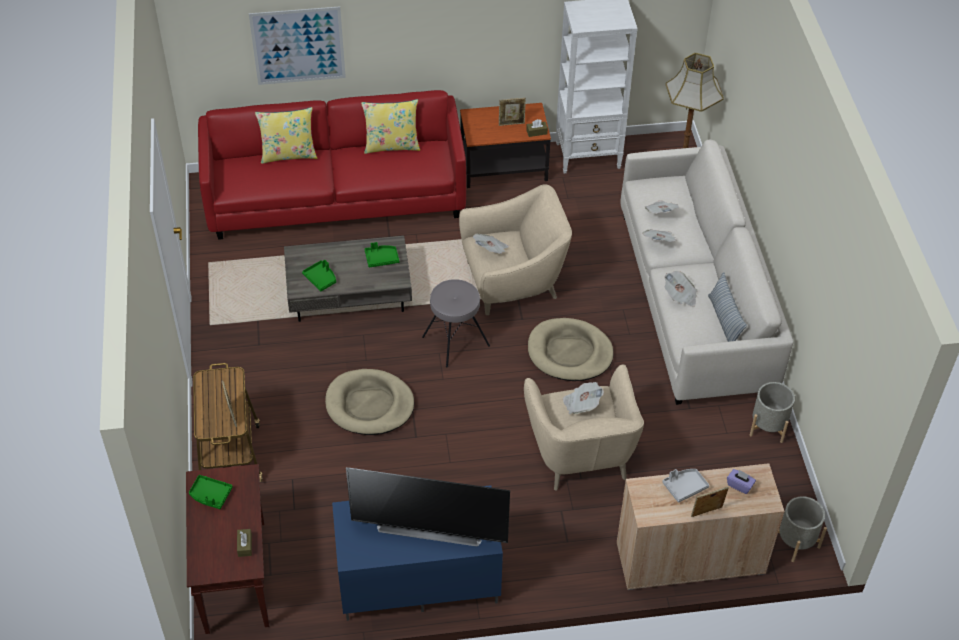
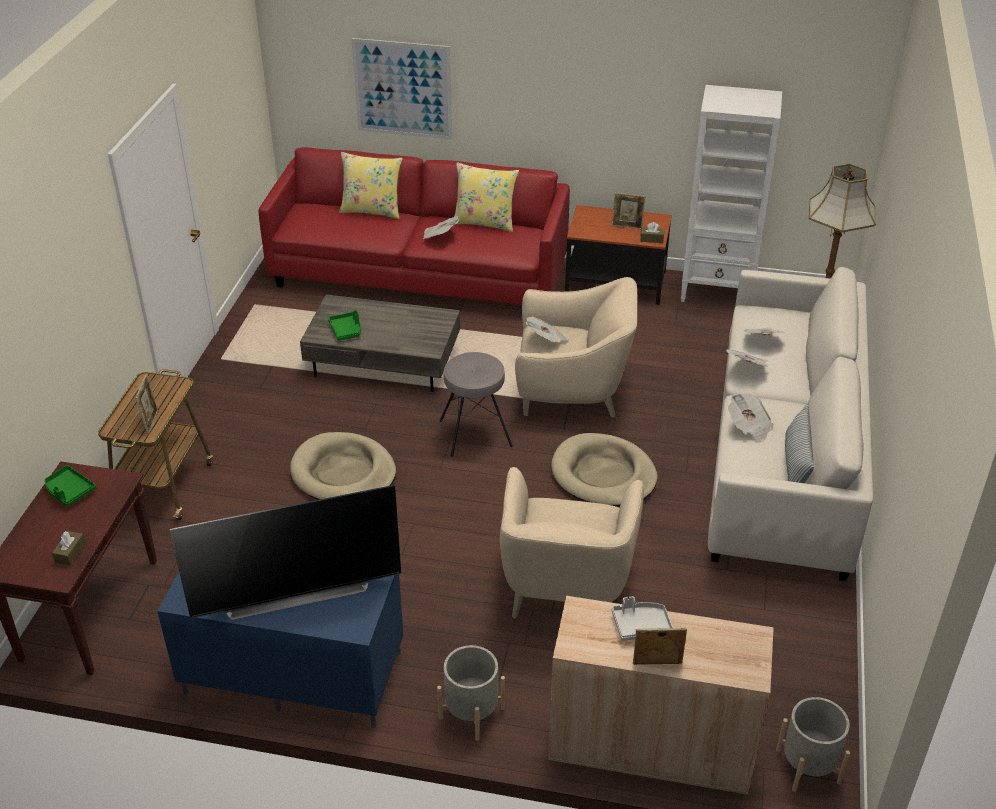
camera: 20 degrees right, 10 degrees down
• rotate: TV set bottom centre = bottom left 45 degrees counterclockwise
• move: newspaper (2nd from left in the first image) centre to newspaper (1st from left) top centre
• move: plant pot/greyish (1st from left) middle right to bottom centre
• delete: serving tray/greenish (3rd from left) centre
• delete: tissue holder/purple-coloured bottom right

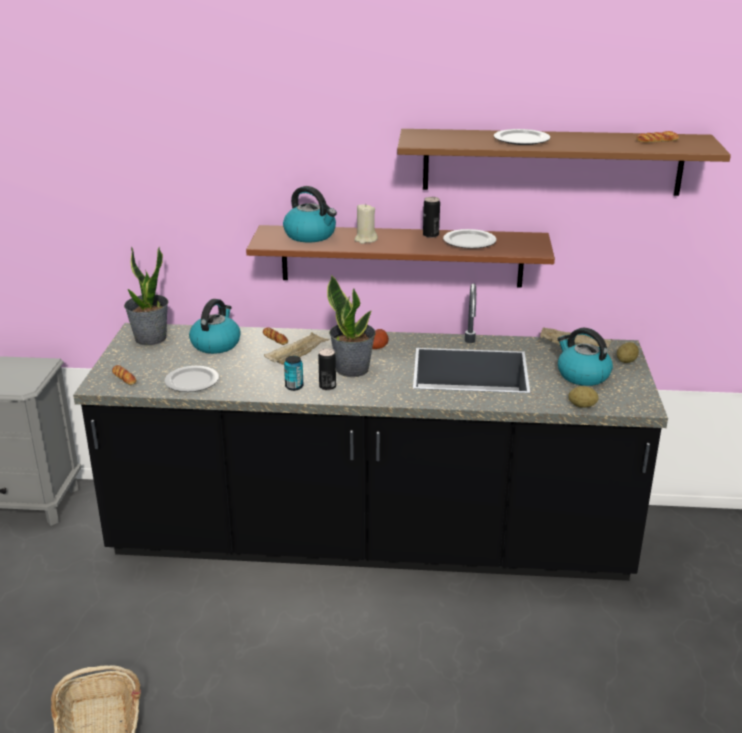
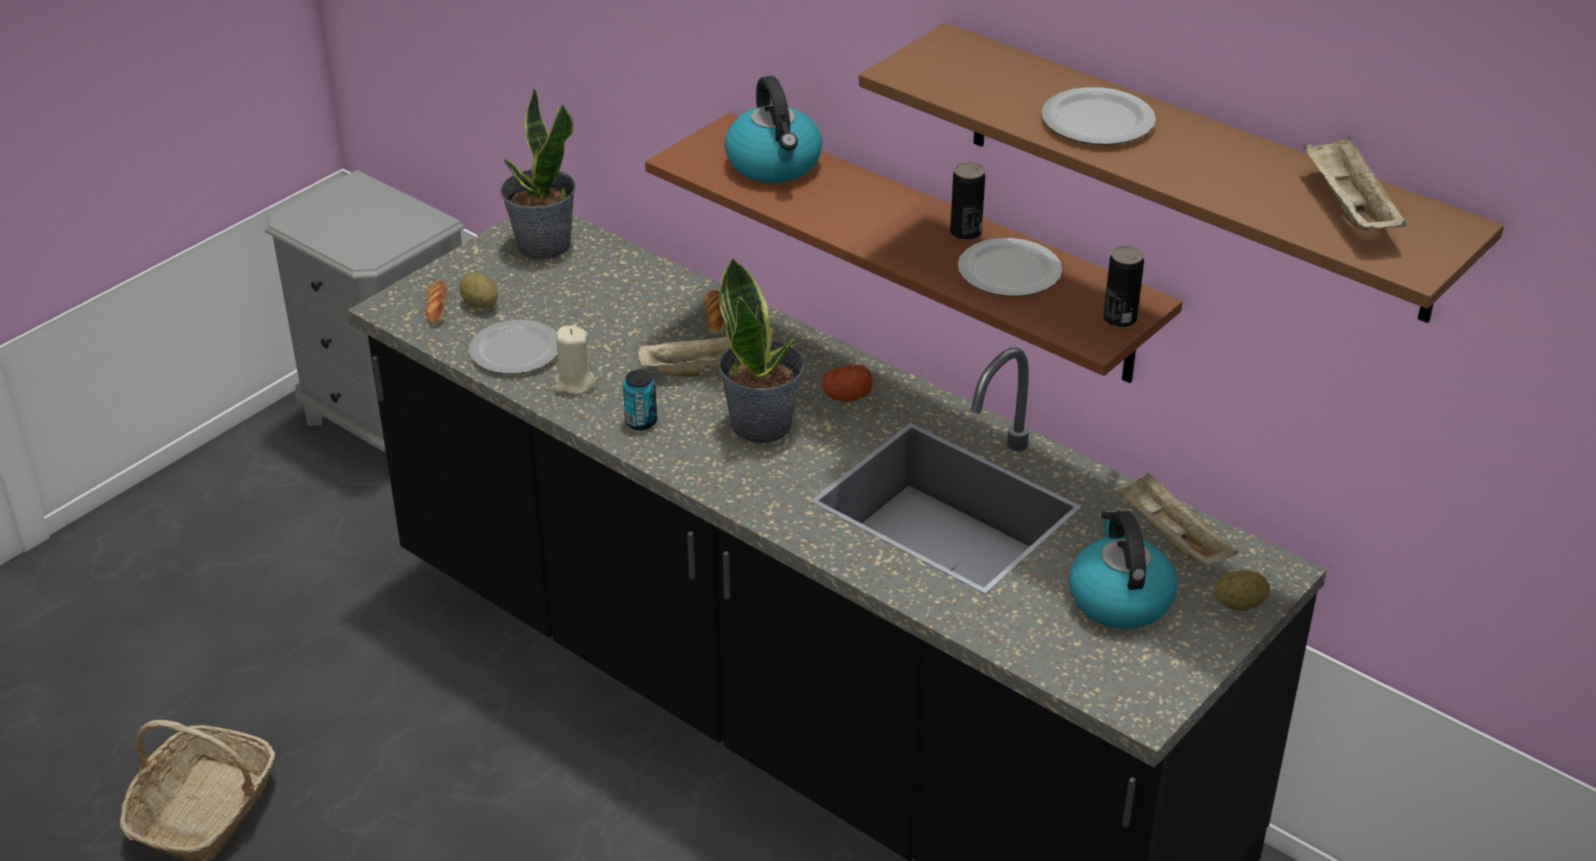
camera: 35 degrees right, 10 degrees up
• move: spud (2nd from left in the first image) middle right to spud (1st from left) middle left
• move: wax light/sand-coloured top centre to centre
• move: metal can (2nd from left in the first image) centre to metal can (3rd from left) top right
• replace: bakery bread (3rd from left) top right to serving tray/sand-coloured (3rd from left) top right
• delete: water kettle (1st from left) middle left

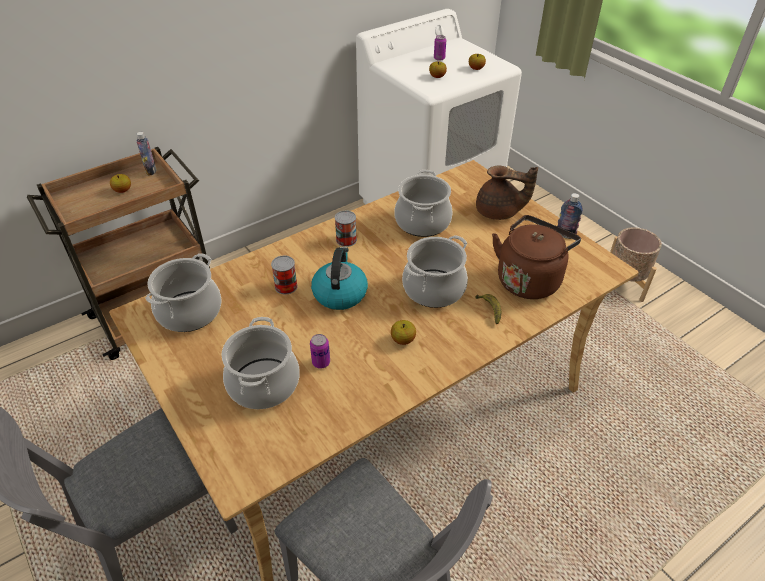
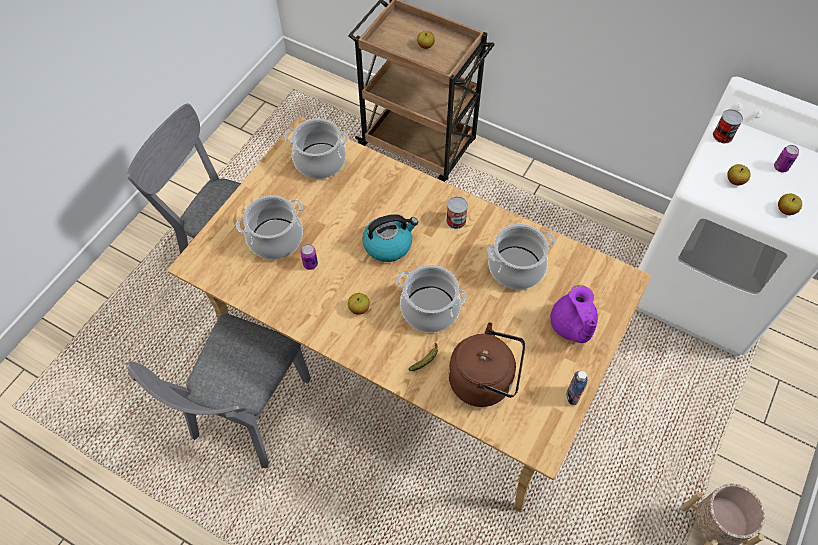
camera: 65 degrees right, 15 degrees up
• recolor: tea pot/brown top centre to tea pot/purple-coloured middle right
• move: metal can (1st from left in the first image) centre to metal can (3rd from left) top right
• delete: beverage bottle (1st from left) top left

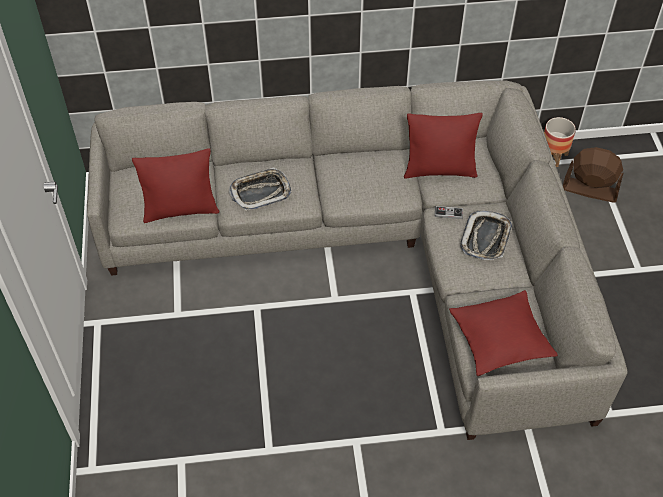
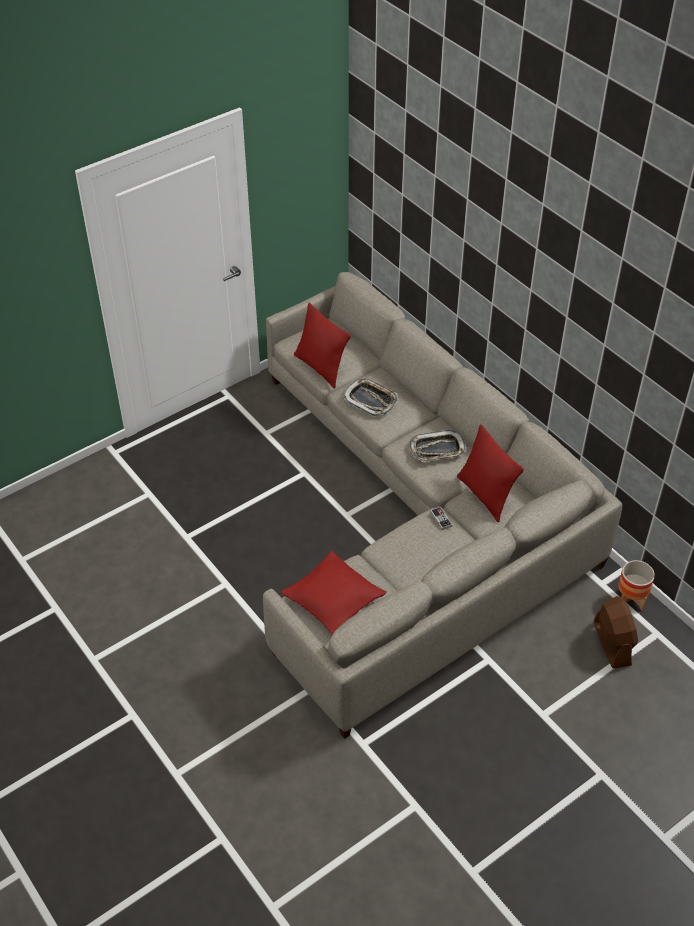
camera: 60 degrees right, 5 degrees down
• move: serving tray (2nd from left) middle right to centre

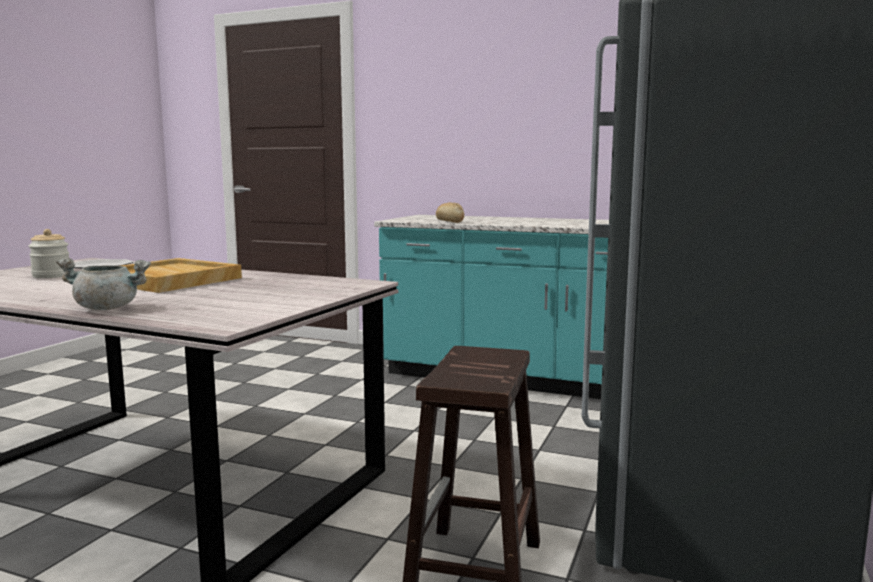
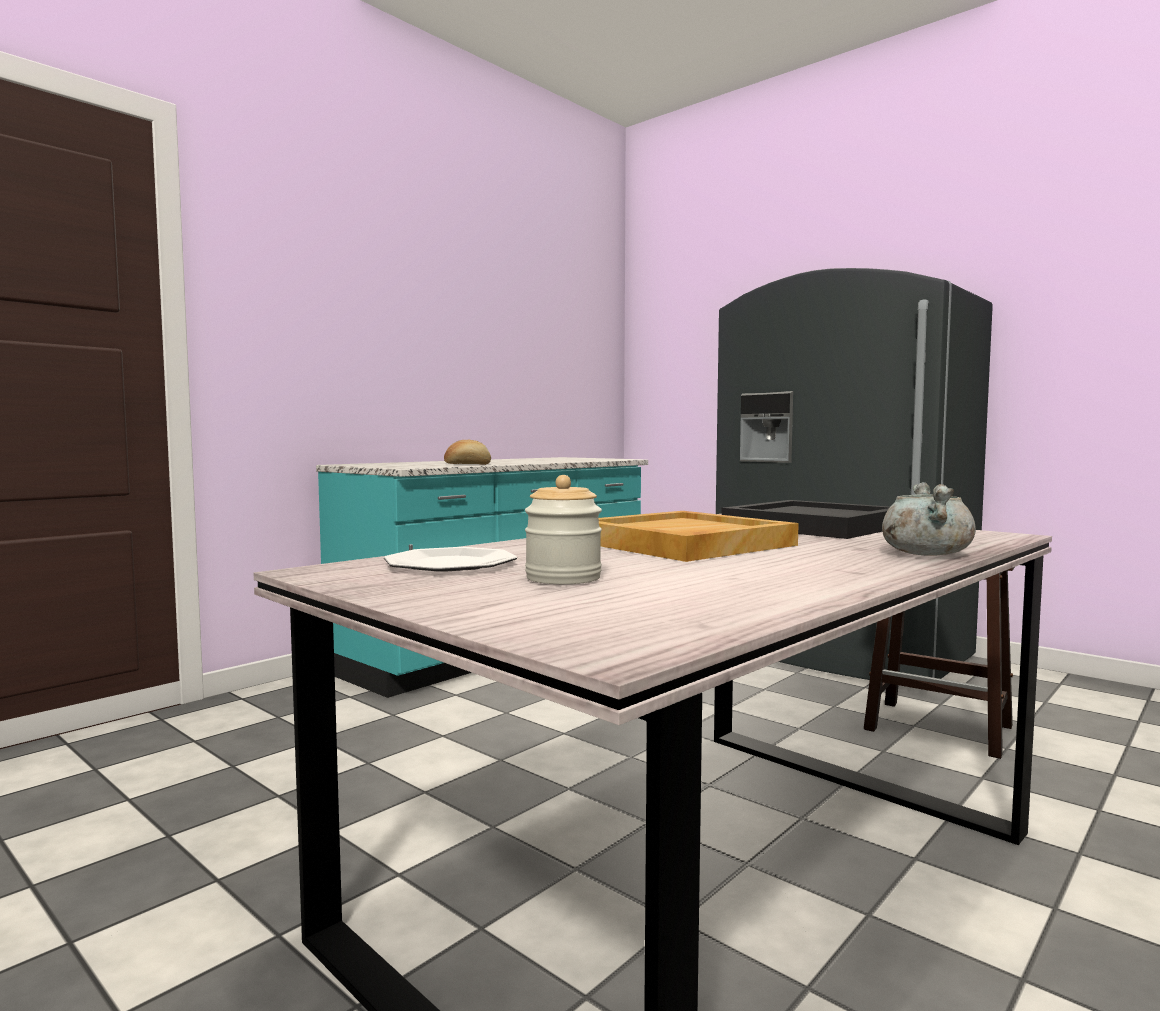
camera: 70 degrees left, 5 degrees down
• insert: serving tray/black-coloured middle right

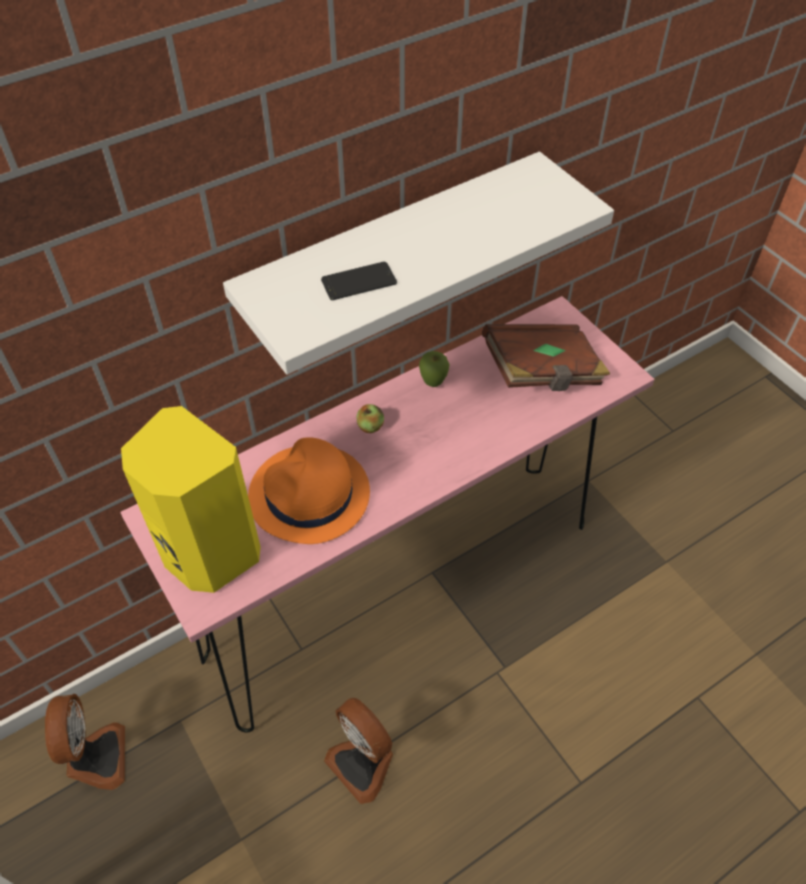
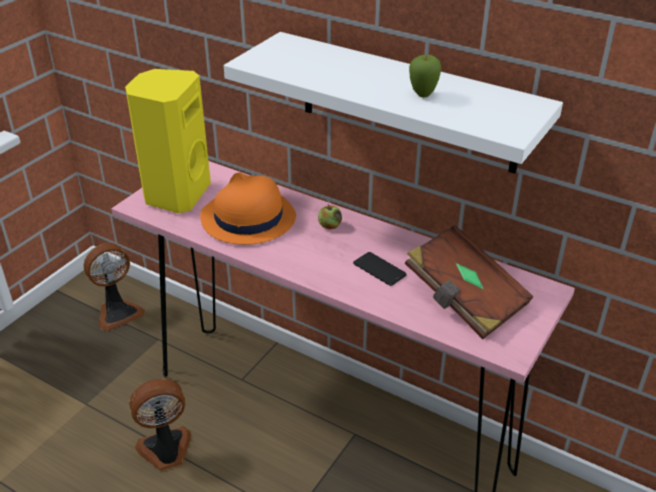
camera: 65 degrees right, 15 degrees down
• rotate: fan (2nd from left) bottom centre = bottom left 45 degrees clockwise
• move: phone top centre to centre
• move: apple fruit (2nd from left) centre to top centre

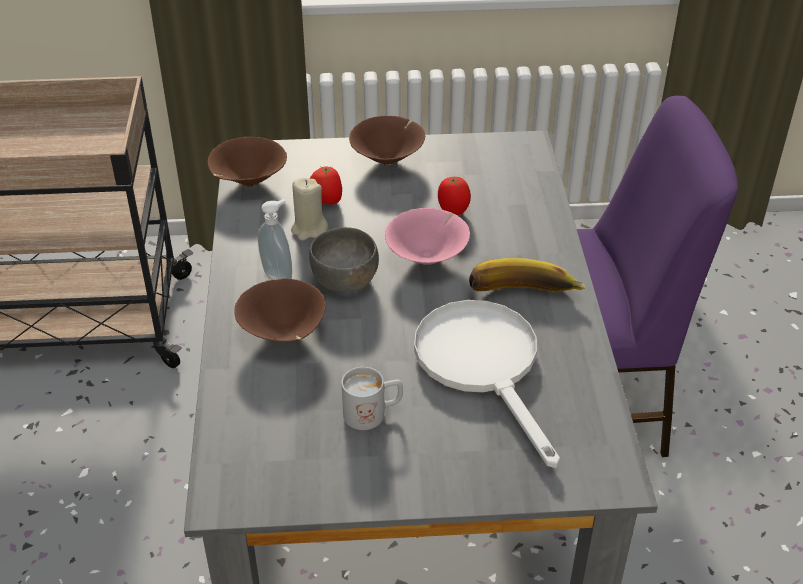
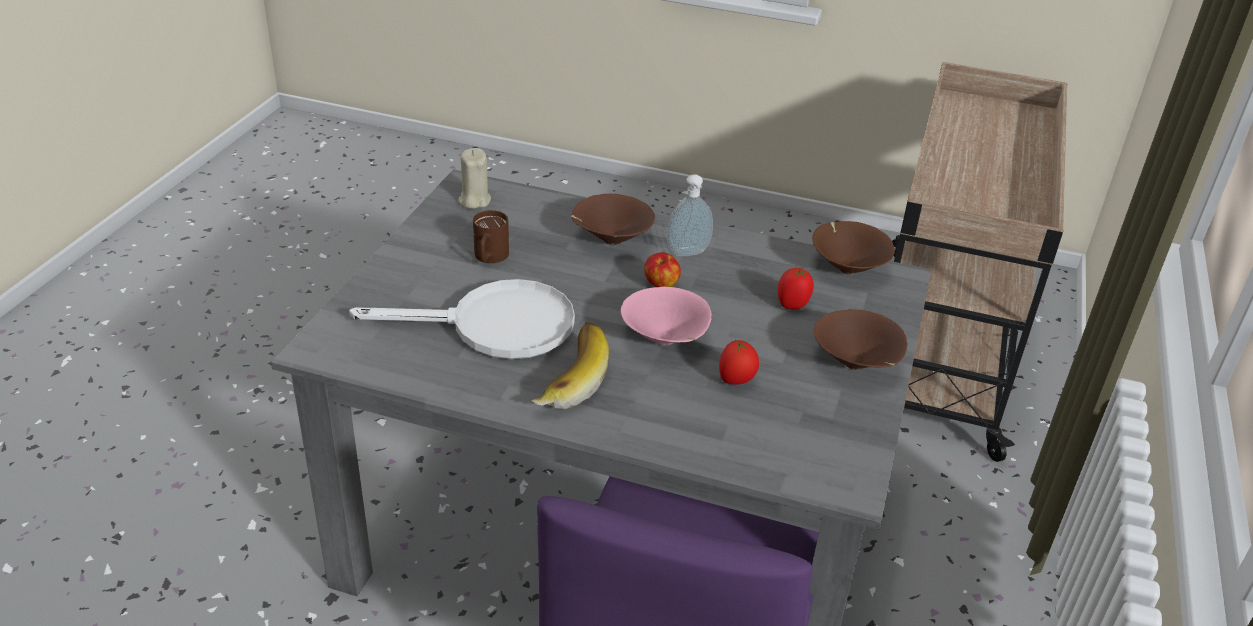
camera: 110 degrees right, 5 degrees down
• move: wax light/sand-coloured centre to top centre
• recolor: mug/white bottom centre to mug/brown centre
• replace: deep dish/greyish centre to apple fruit centre

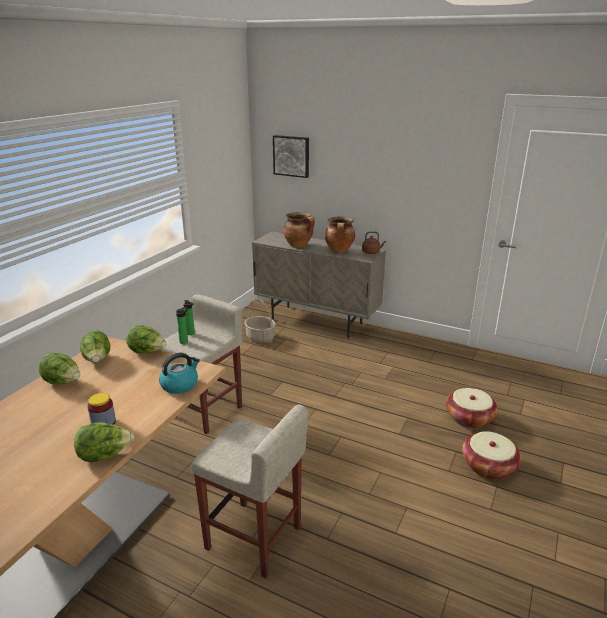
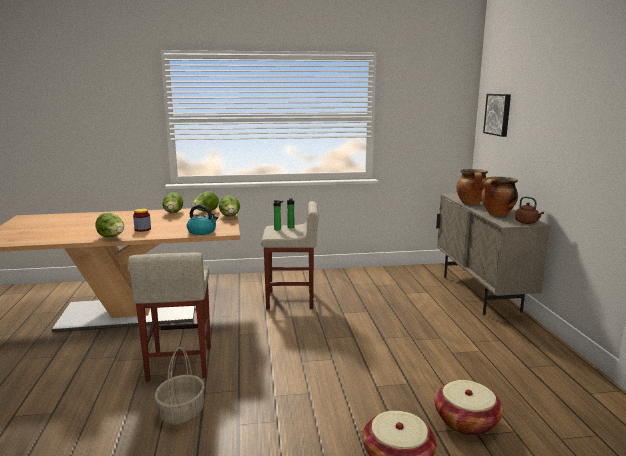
camera: 55 degrees right, 10 degrees down
• move: household basket (1st from left) centre to bottom left

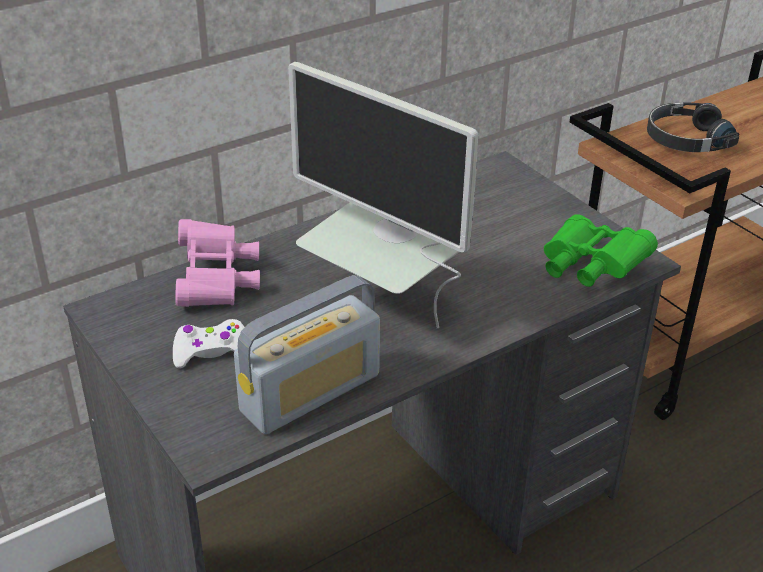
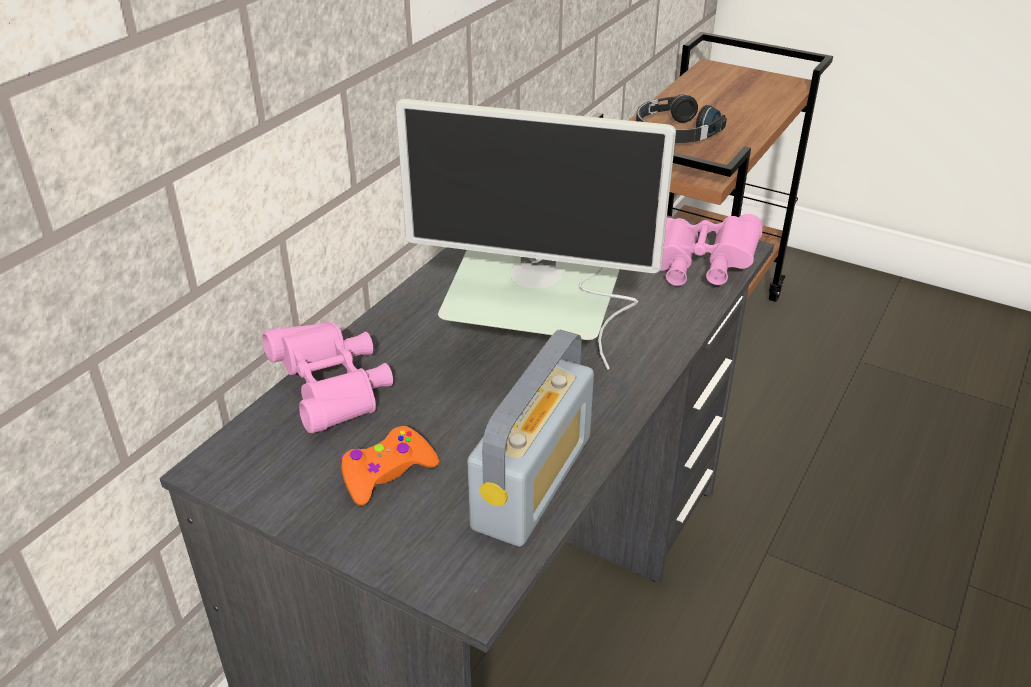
camera: 25 degrees left, 0 degrees up
• recolor: joypad/white middle left to joypad/orangey bottom centre
• recolor: field glasses/greenish middle right to field glasses/pink (2nd from left) middle right

